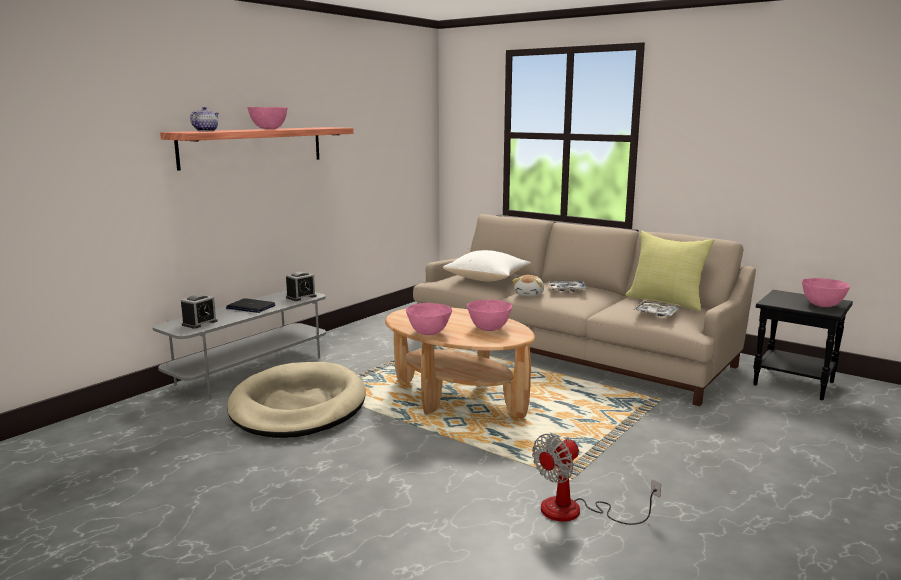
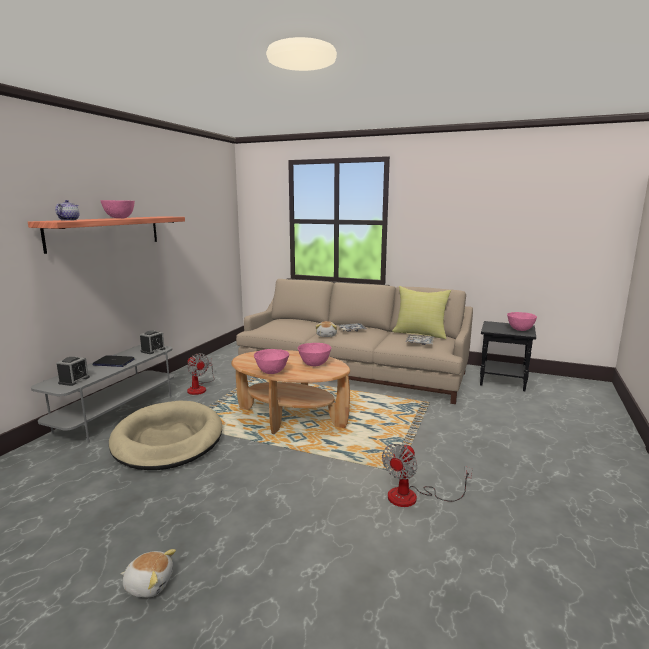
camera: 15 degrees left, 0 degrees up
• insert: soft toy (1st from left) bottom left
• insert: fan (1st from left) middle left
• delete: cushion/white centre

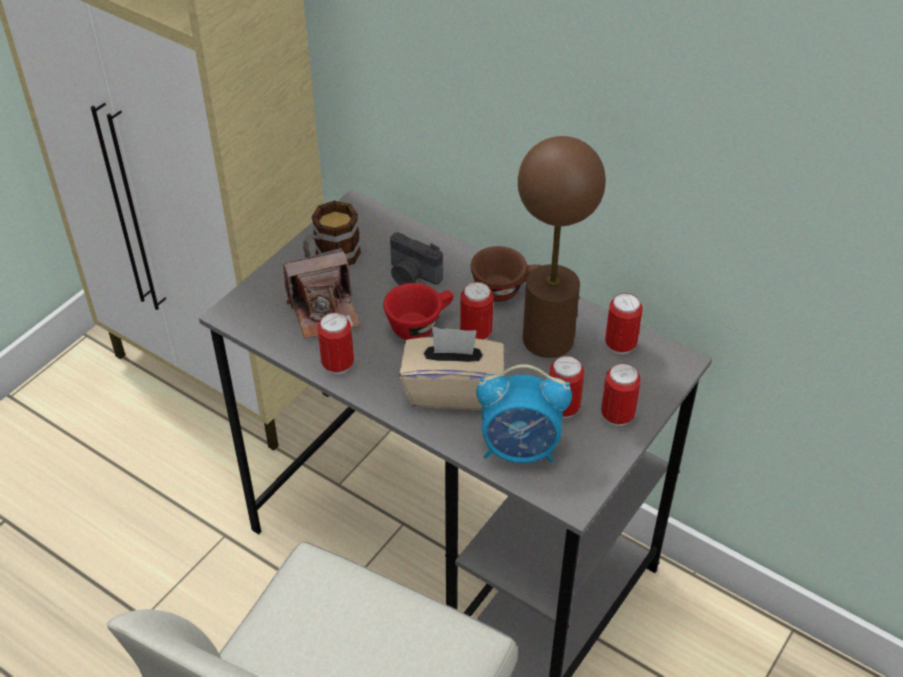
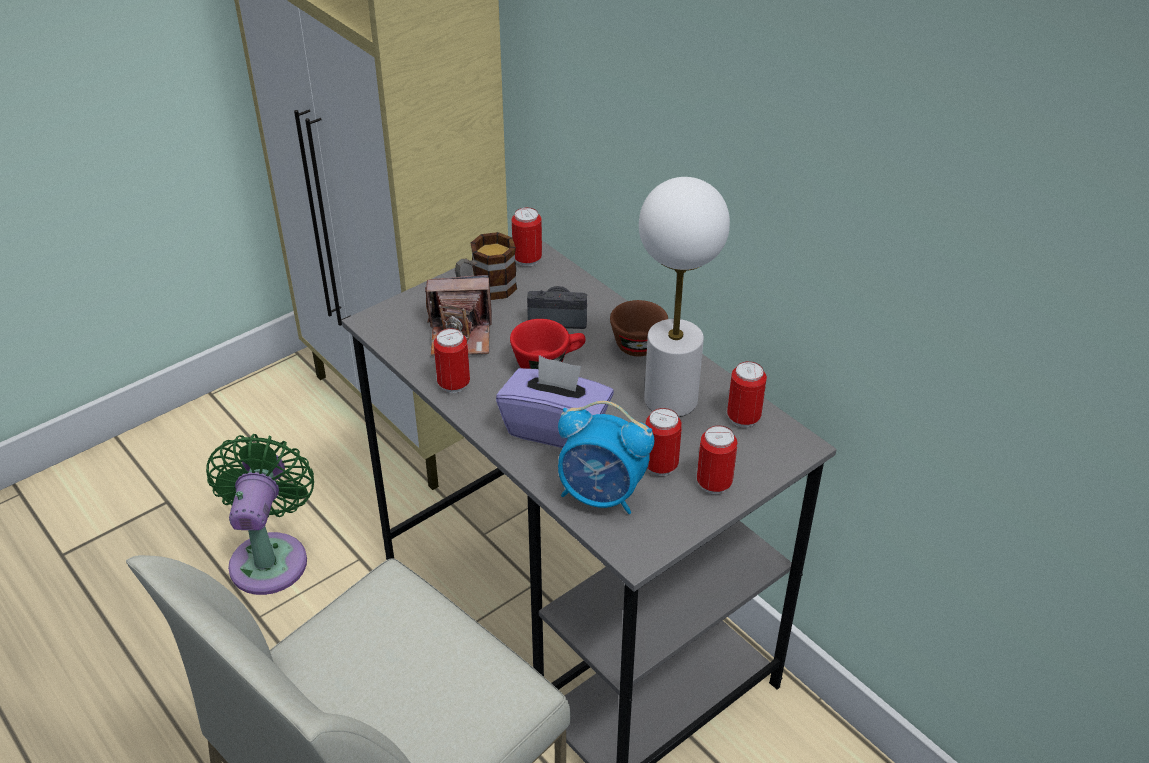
camera: 15 degrees right, 5 degrees down
• insert: fan/greenish bottom left
• recolor: tissue holder/sand-coloured centre to tissue holder/purple-coloured centre
• move: metal can (2nd from left) centre to top centre
• rotate: still camera (2nd from left) centre = centre 135 degrees clockwise
• recolor: lamp for a table/brown centre to lamp for a table/white centre

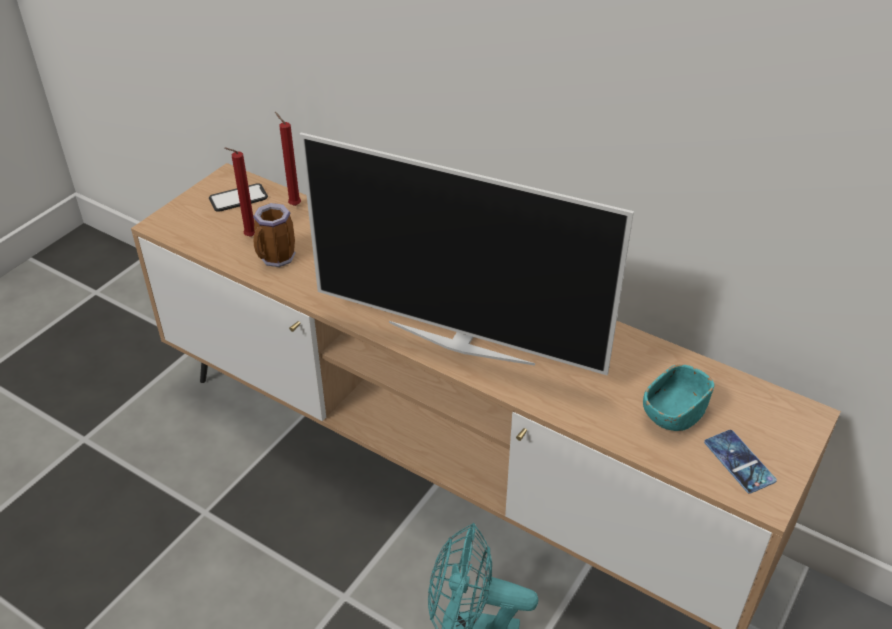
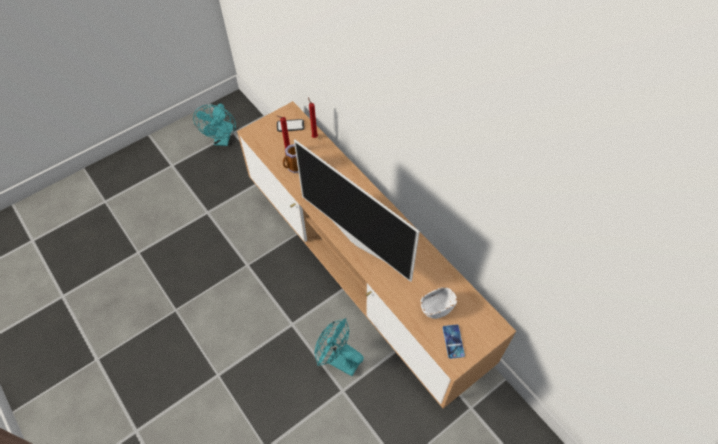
camera: 20 degrees right, 15 degrees up
• insert: fan/blue-green (1st from left) top left
• recolor: deep dish/blue-green middle right to deep dish/white bottom centre

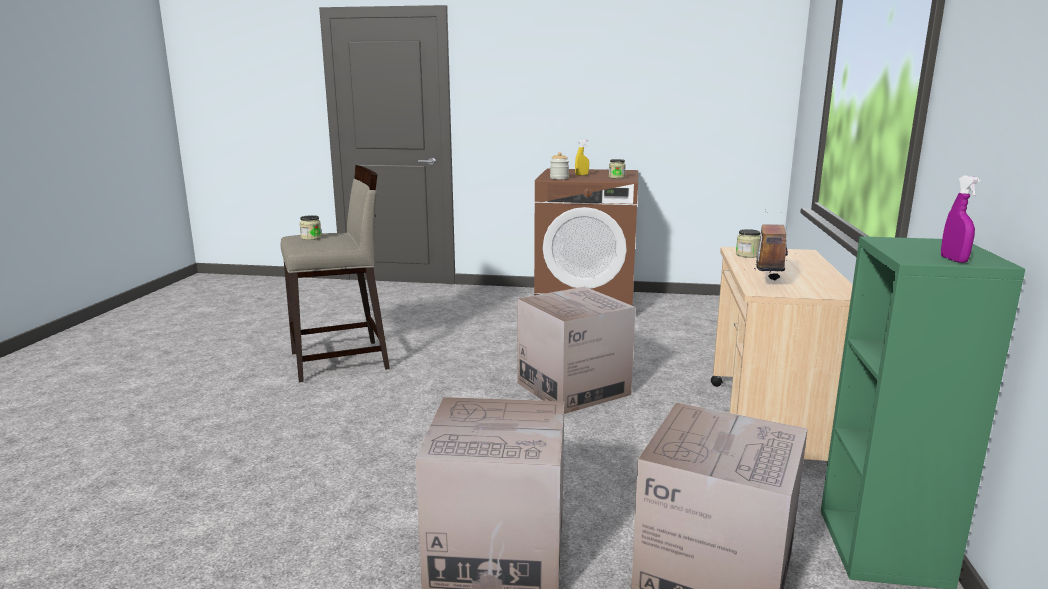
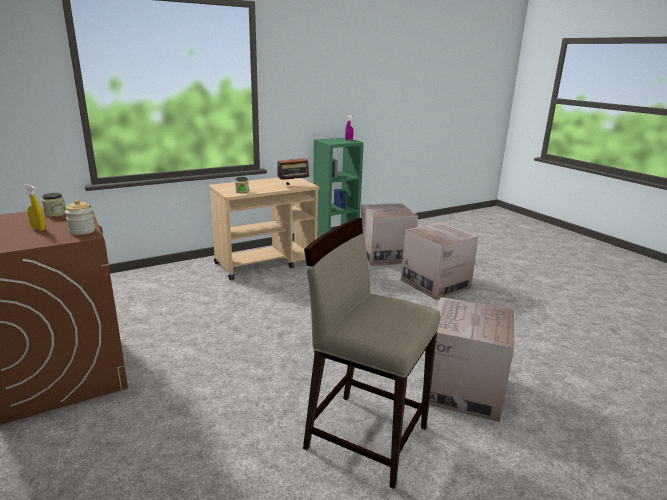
camera: 130 degrees left, 5 degrees up
• move: carton (2nd from left in the first image) centre to carton (3rd from left) bottom right
• delete: preserve jar (1st from left) middle left

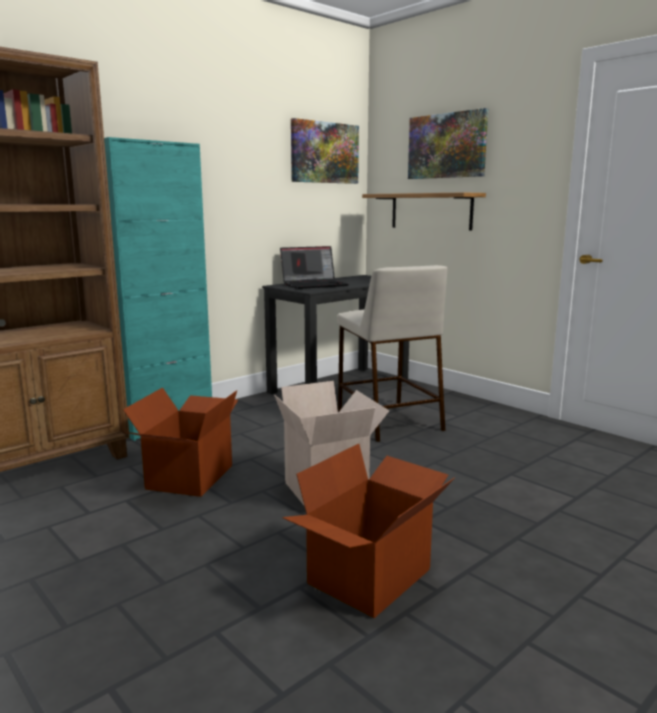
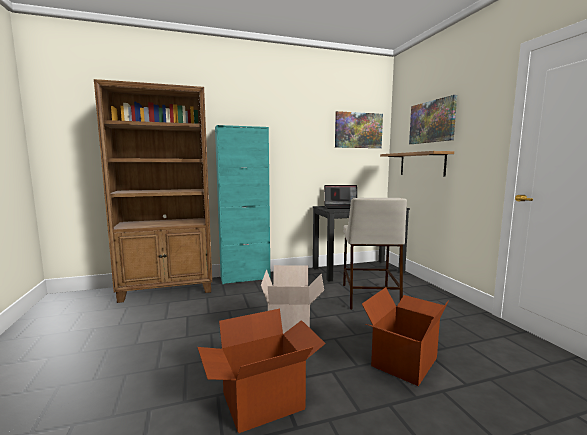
camera: 25 degrees right, 5 degrees down
• move: carton (1st from left in the first image) middle left to carton (3rd from left) bottom right

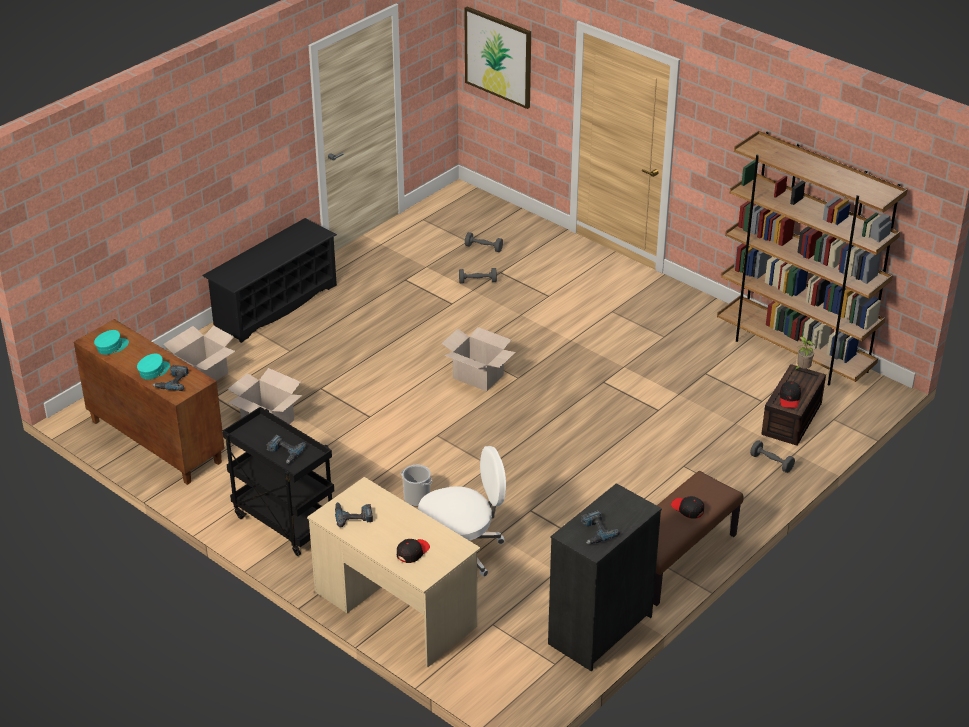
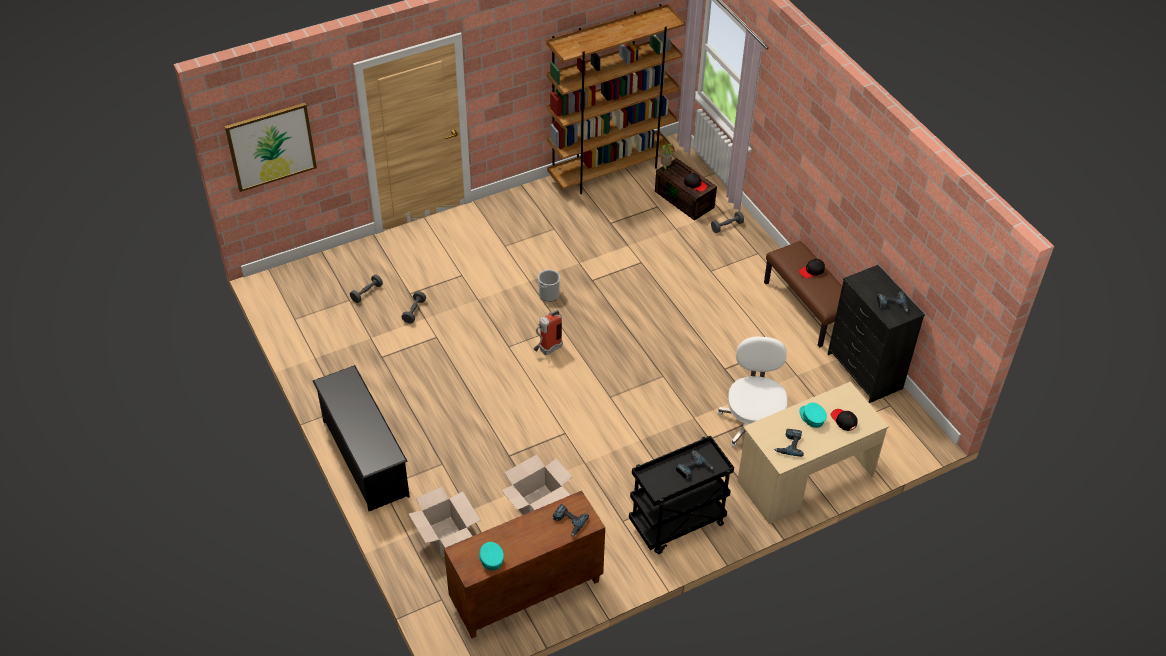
camera: 70 degrees left, 10 degrees up
• replace: carton (3rd from left) centre to fire extinguisher centre
• move: water bucket bottom centre to centre
• move: baseball cap/blue-green (2nd from left) middle left to middle right

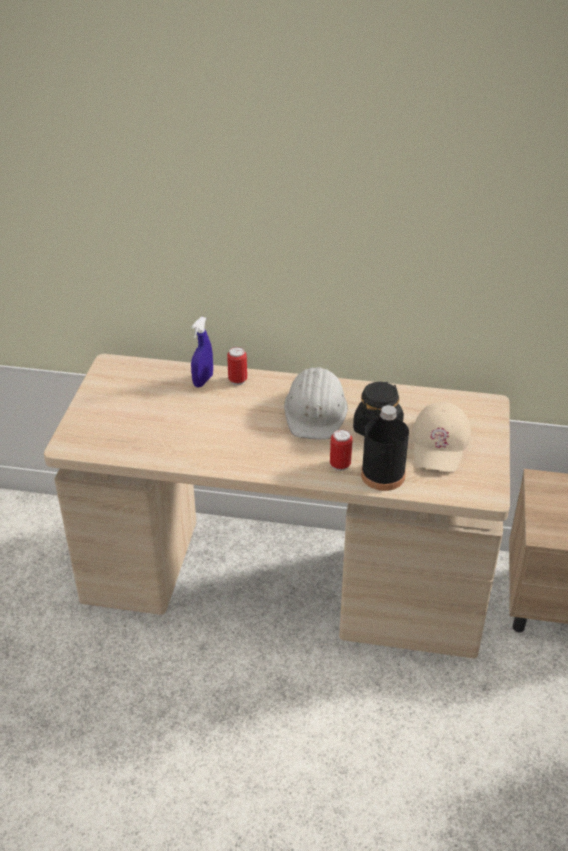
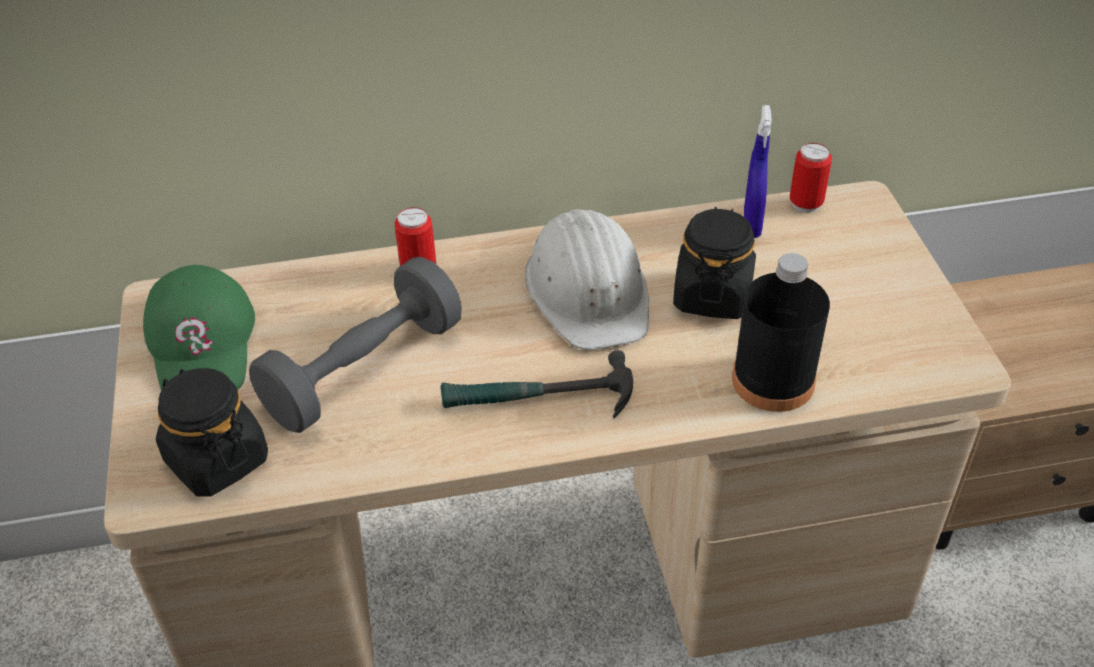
camera: 20 degrees left, 5 degrees up
• insert: baseball cap/greenish middle left
• insert: preserve jar/black-coloured (1st from left) middle left
• insert: hand weight/greyish middle left
• insert: hammer centre
• move: spray bottle/bluish centre to top right
• move: metal can (2nd from left) centre to top right
• delete: baseball cap/sand-coloured middle right

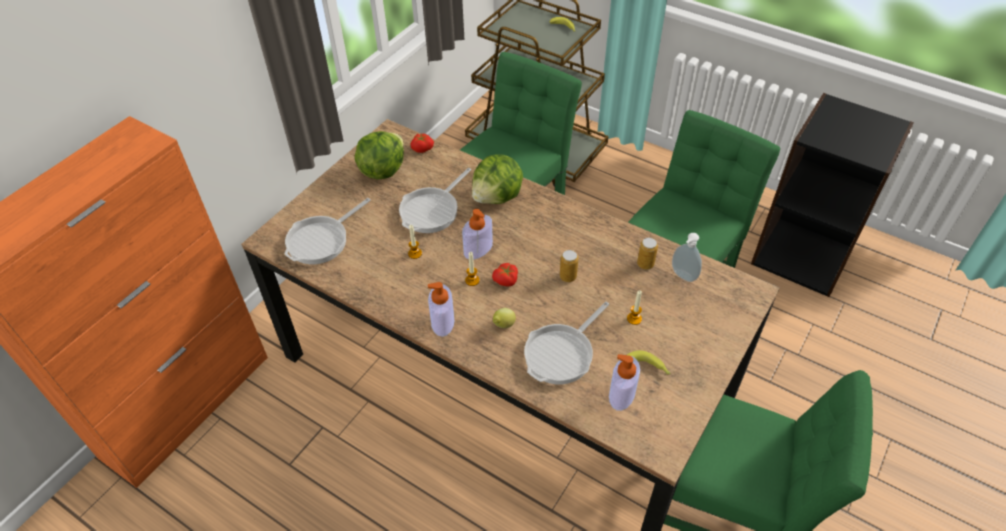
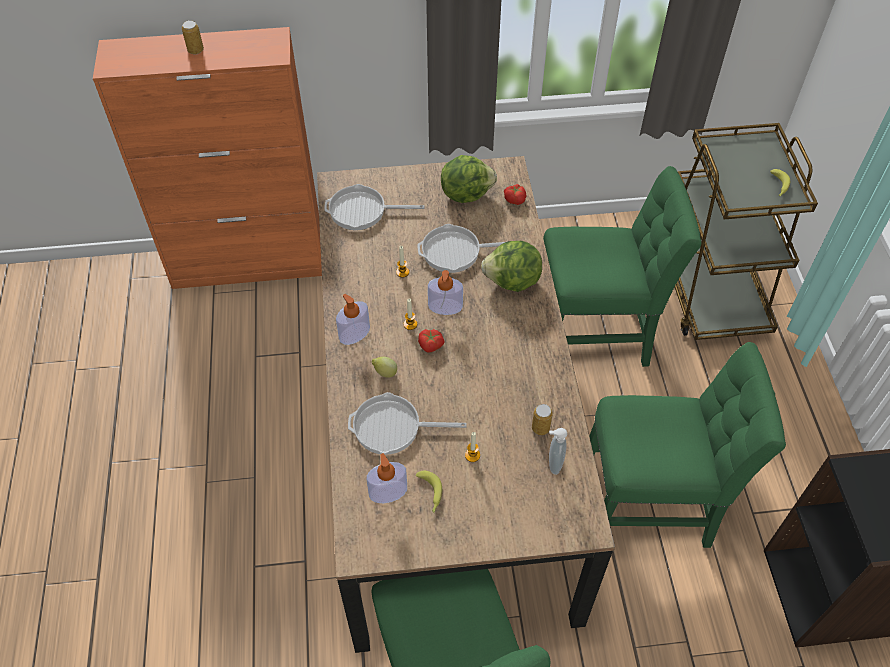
camera: 50 degrees right, 5 degrees up
• move: metal can (1st from left) centre to top left

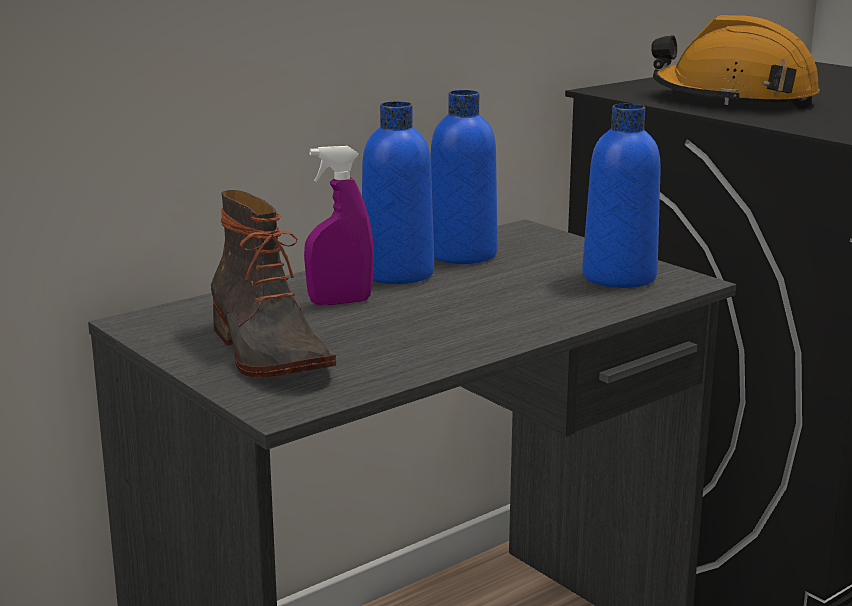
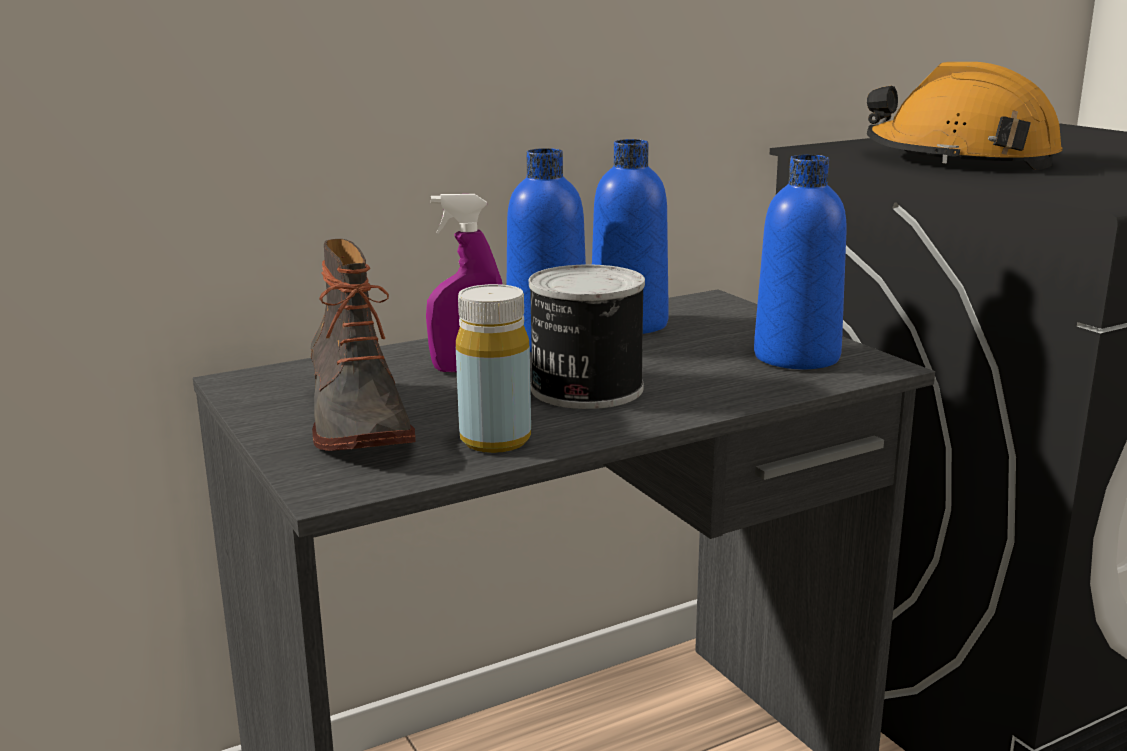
camera: 10 degrees right, 0 degrees up
• insert: beverage bottle/yellow centre
• insert: metal can centre

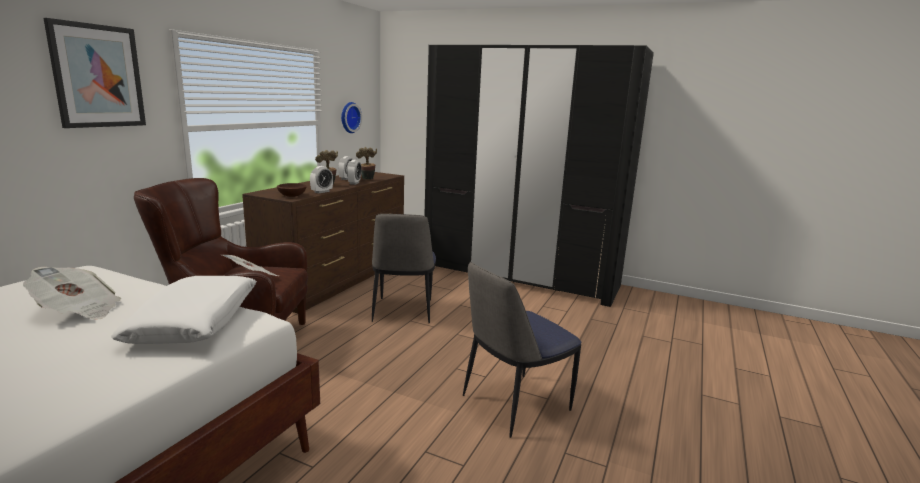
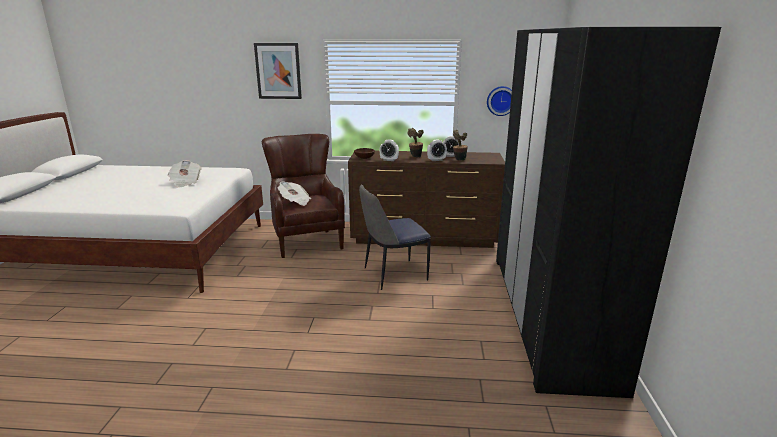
camera: 70 degrees right, 5 degrees up
• delete: cushion/white middle left
• delete: plain chair (2nd from left) bottom centre

